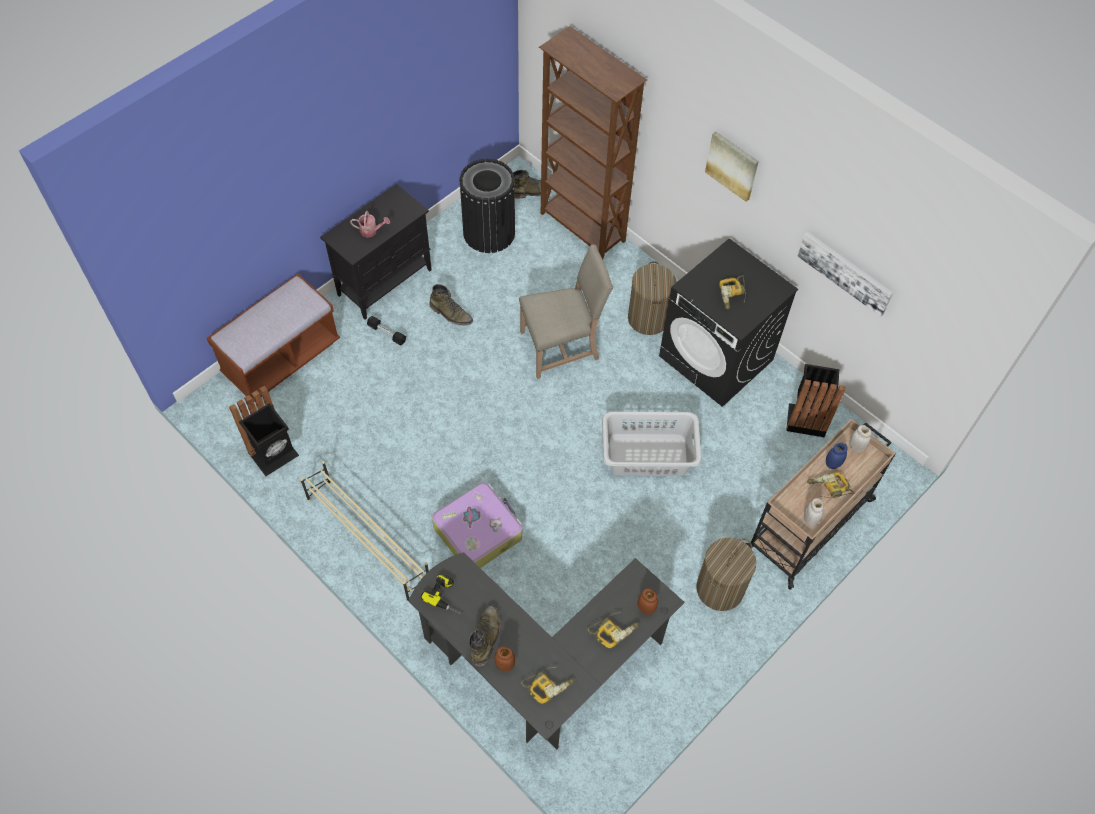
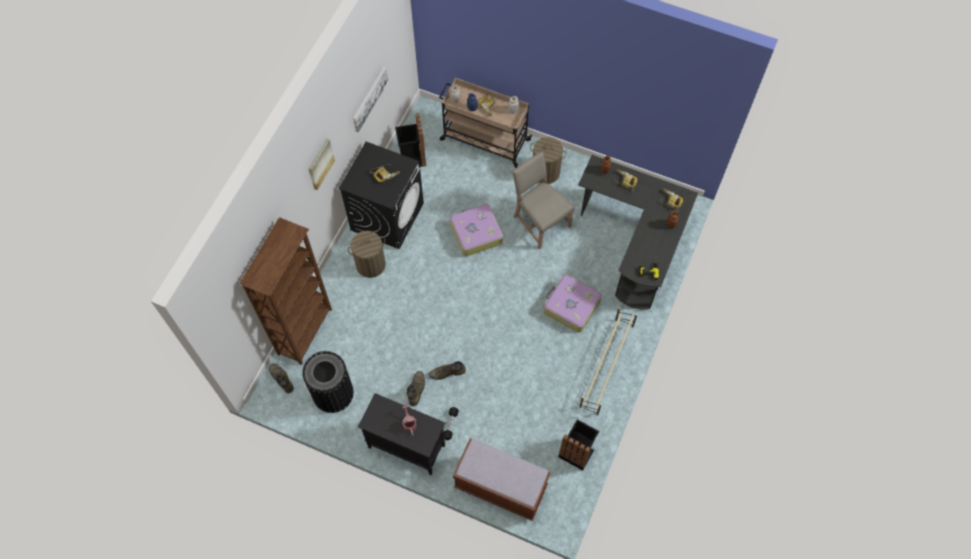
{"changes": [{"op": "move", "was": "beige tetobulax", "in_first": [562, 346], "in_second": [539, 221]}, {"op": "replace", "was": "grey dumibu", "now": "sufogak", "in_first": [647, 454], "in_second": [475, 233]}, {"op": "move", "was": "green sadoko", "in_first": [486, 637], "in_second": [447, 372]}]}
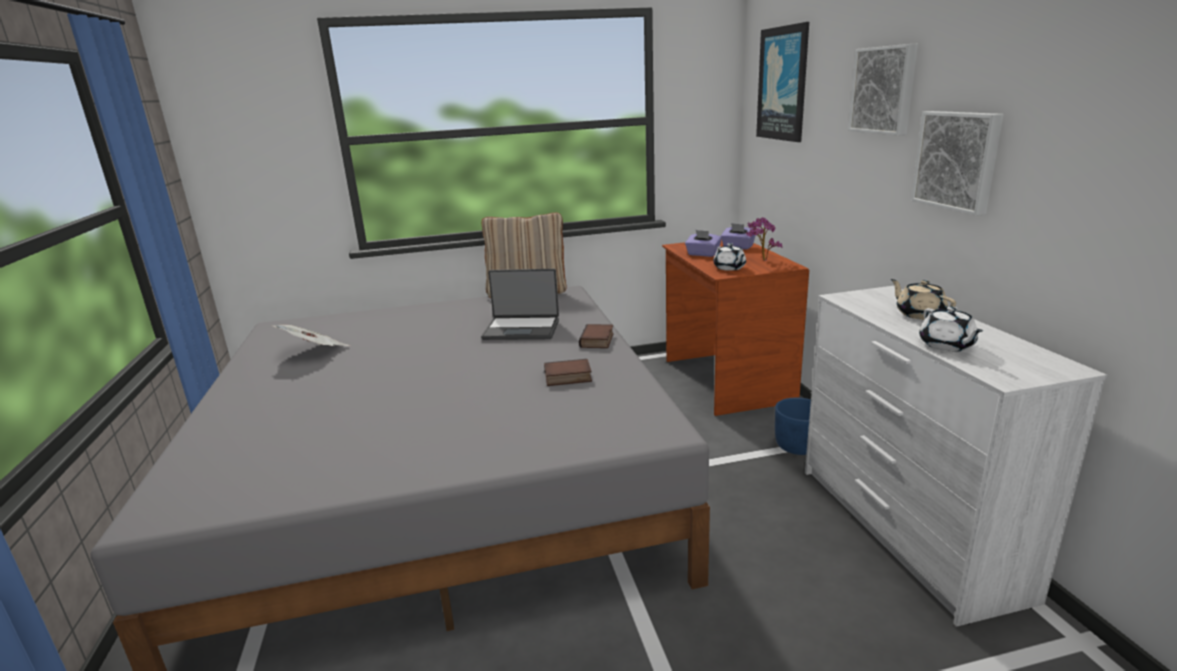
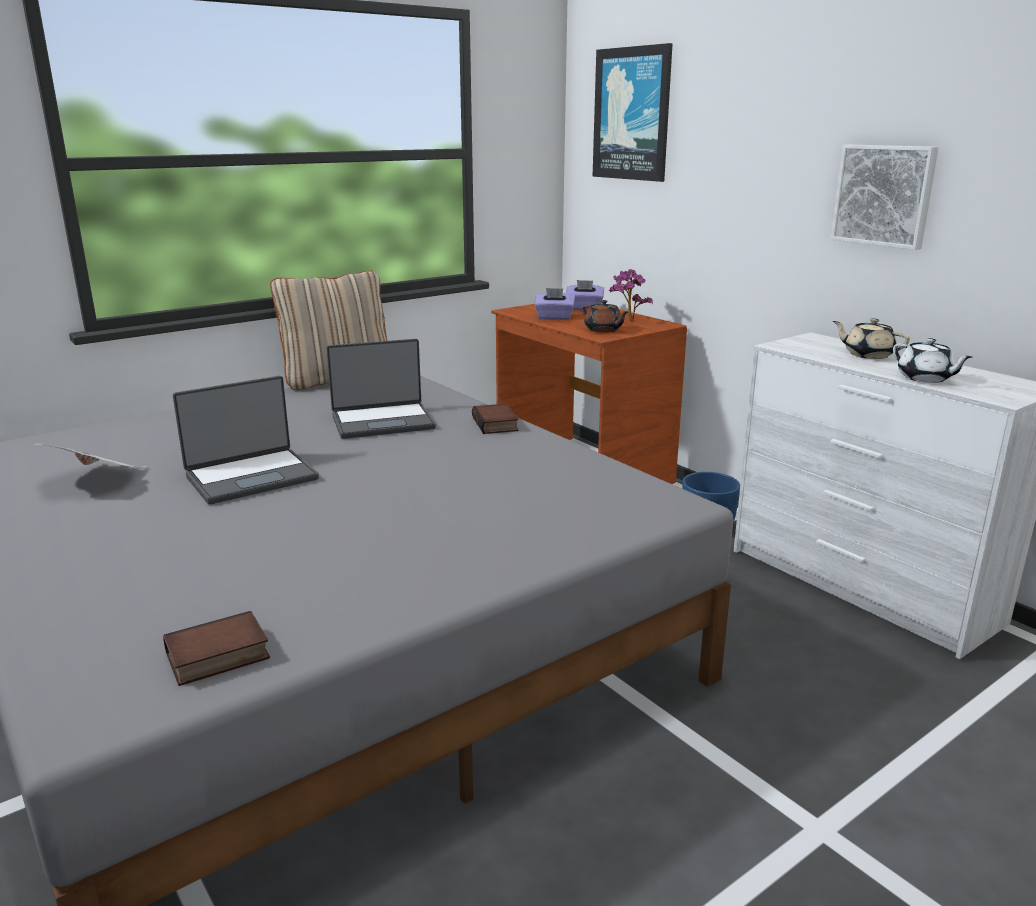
{"changes": [{"op": "delete", "was": "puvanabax", "in_first": [884, 90]}, {"op": "recolor", "was": "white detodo", "now": "brown detodo", "in_first": [729, 268], "in_second": [603, 330]}, {"op": "move", "was": "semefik", "in_first": [567, 377], "in_second": [217, 658]}, {"op": "insert", "now": "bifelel", "in_second": [251, 477]}]}
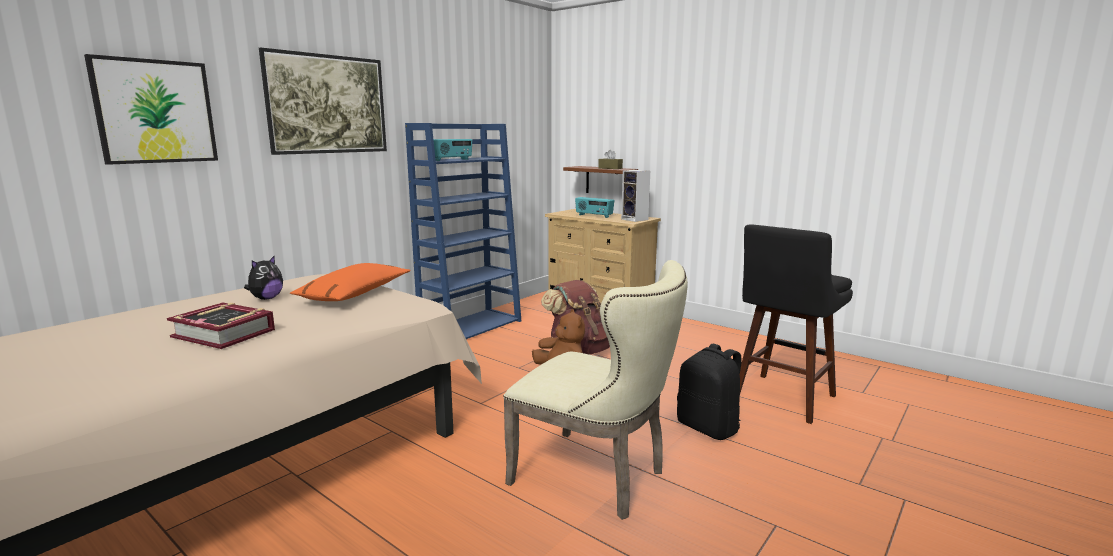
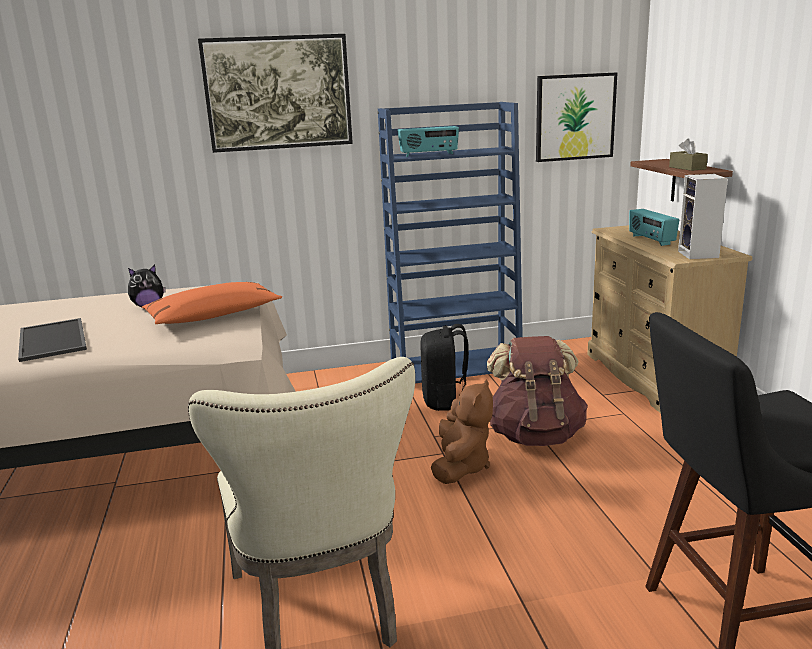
{"changes": [{"op": "move", "was": "puvanabax", "in_first": [155, 111], "in_second": [575, 117]}, {"op": "replace", "was": "semefik", "now": "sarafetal", "in_first": [224, 333], "in_second": [54, 340]}, {"op": "move", "was": "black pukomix", "in_first": [709, 428], "in_second": [445, 401]}]}
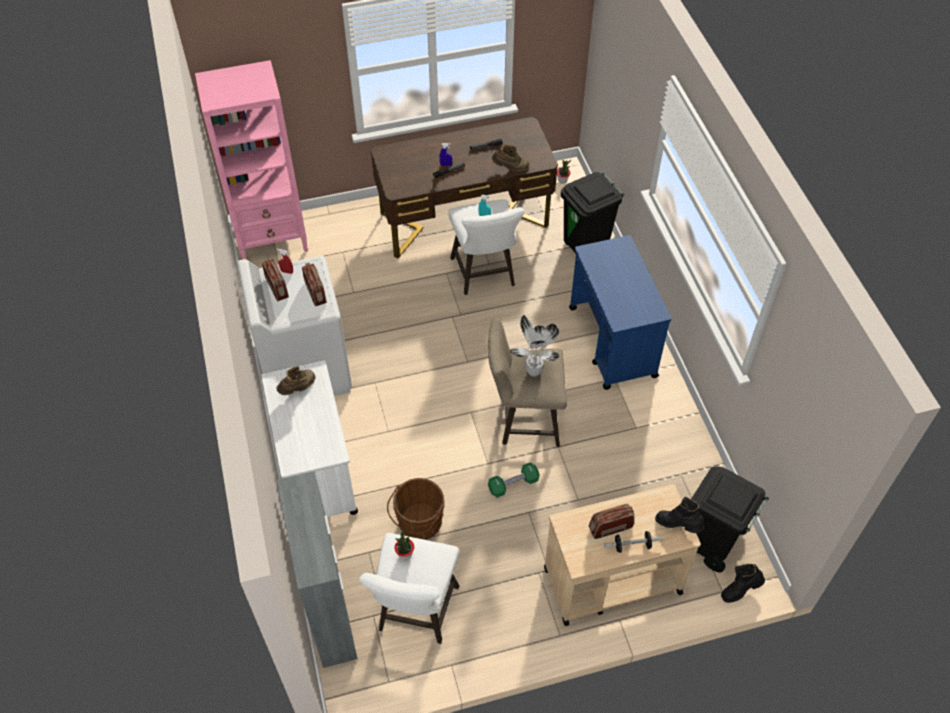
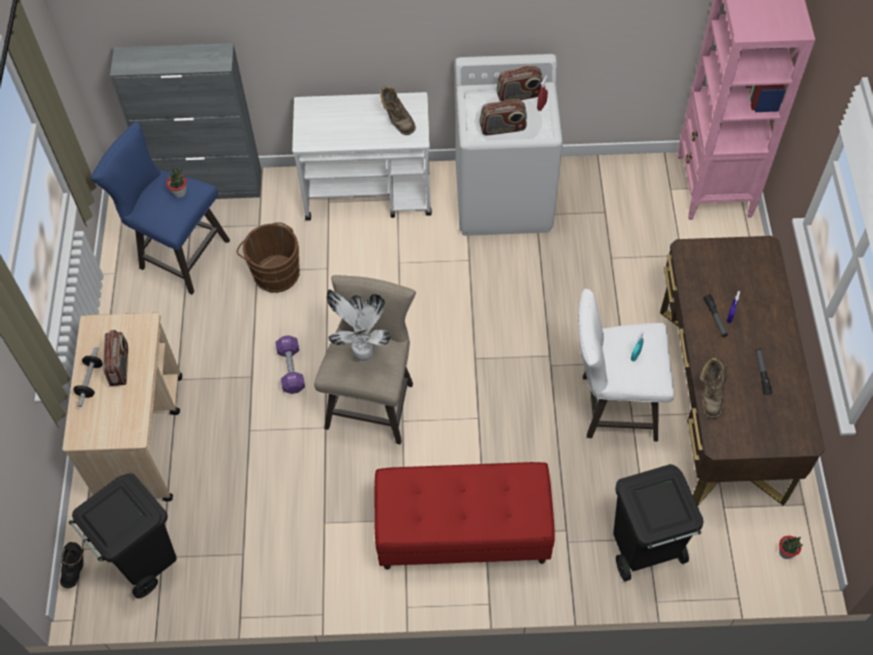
{"changes": [{"op": "replace", "was": "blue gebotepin", "now": "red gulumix", "in_first": [612, 342], "in_second": [462, 534]}, {"op": "recolor", "was": "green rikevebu", "now": "purple rikevebu", "in_first": [513, 484], "in_second": [291, 369]}, {"op": "delete", "was": "black sadoko", "in_first": [678, 525]}, {"op": "recolor", "was": "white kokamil", "now": "blue kokamil", "in_first": [416, 614], "in_second": [178, 253]}]}
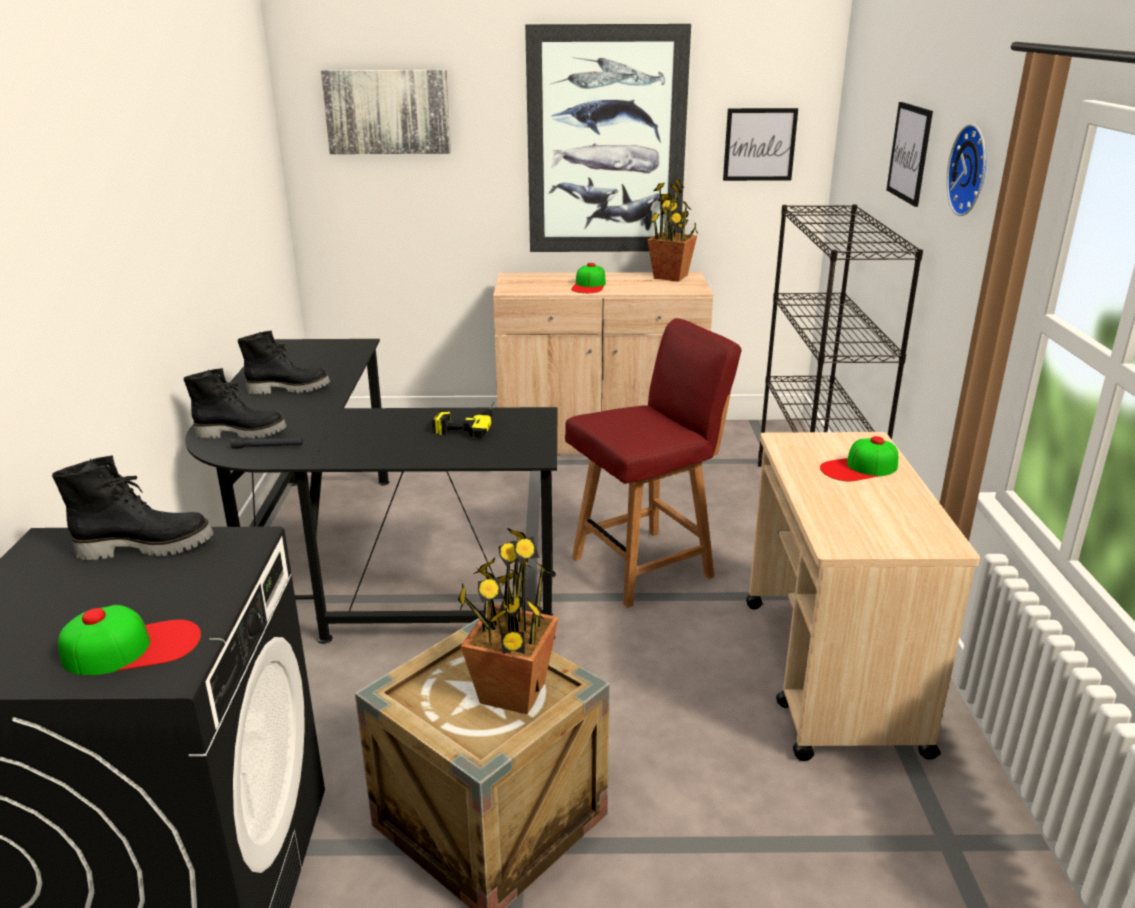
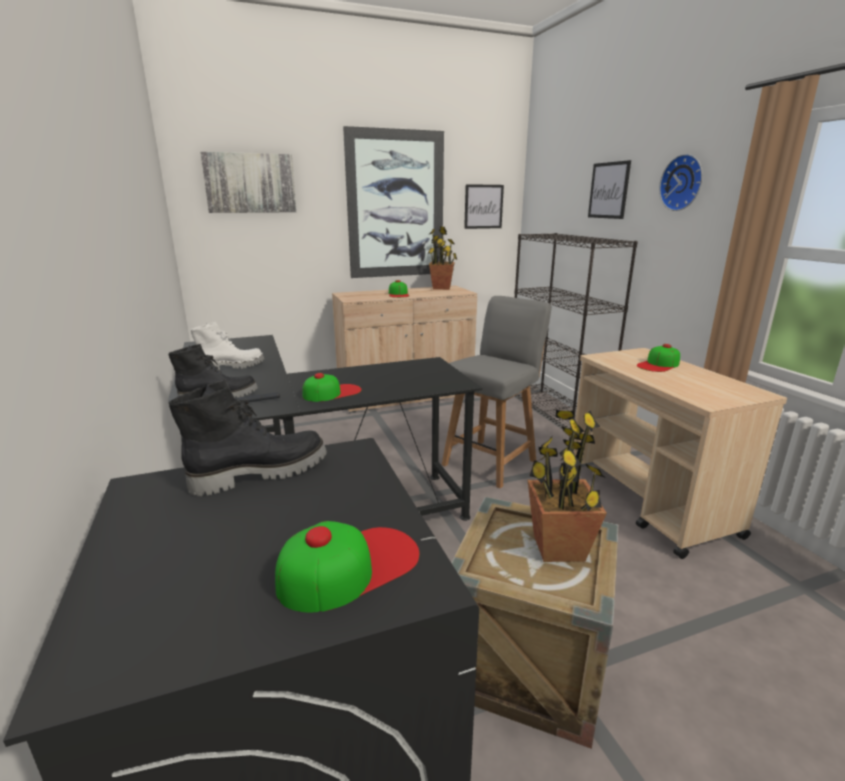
{"changes": [{"op": "recolor", "was": "red tetobulax", "now": "grey tetobulax", "in_first": [645, 566], "in_second": [491, 462]}, {"op": "recolor", "was": "black sadoko", "now": "white sadoko", "in_first": [289, 389], "in_second": [232, 367]}, {"op": "delete", "was": "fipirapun", "in_first": [466, 423]}, {"op": "insert", "now": "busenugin", "in_second": [332, 392]}]}
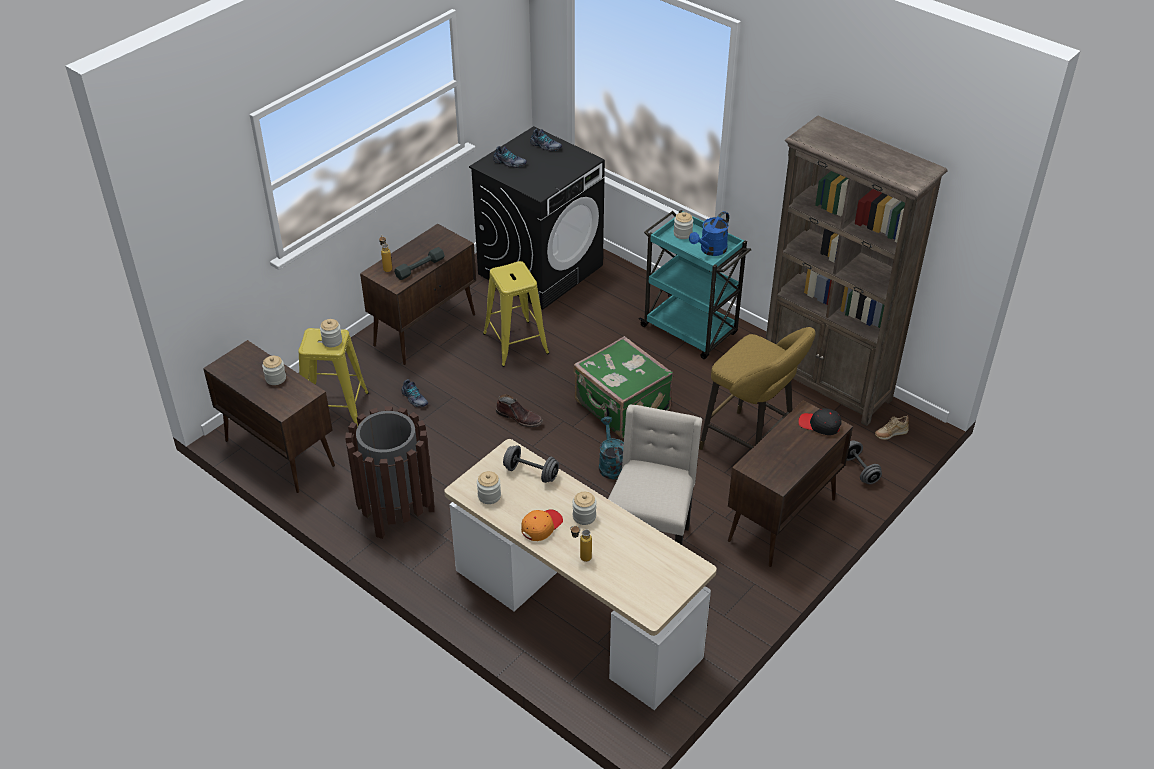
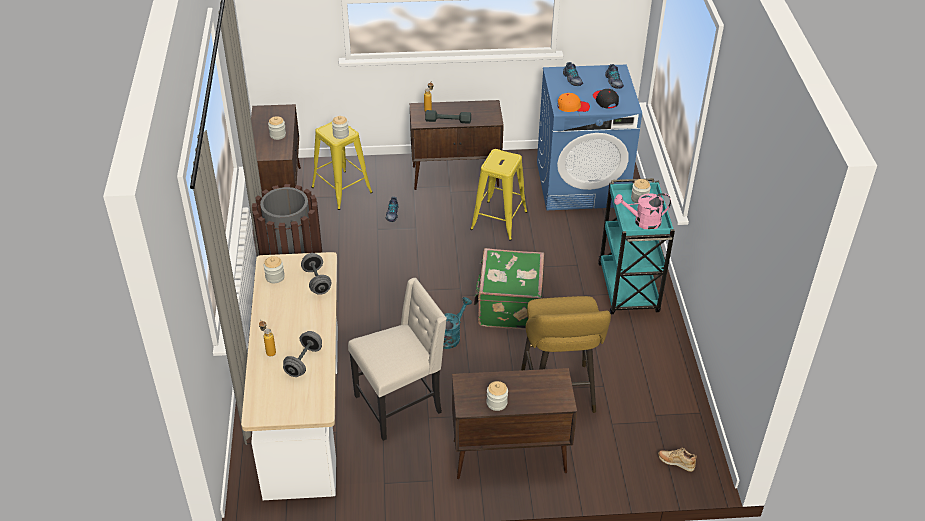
{"changes": [{"op": "delete", "was": "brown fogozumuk", "in_first": [826, 385]}, {"op": "recolor", "was": "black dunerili", "now": "blue dunerili", "in_first": [541, 269], "in_second": [582, 184]}, {"op": "recolor", "was": "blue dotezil", "now": "pink dotezil", "in_first": [710, 250], "in_second": [642, 222]}, {"op": "delete", "was": "brown sadoko", "in_first": [519, 417]}, {"op": "move", "was": "black busenugin", "in_first": [819, 425], "in_second": [605, 100]}, {"op": "move", "was": "grey rikevebu", "in_first": [859, 470], "in_second": [303, 361]}, {"op": "move", "was": "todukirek", "in_first": [584, 516], "in_second": [496, 403]}, {"op": "move", "was": "orange busenugin", "in_first": [541, 526], "in_second": [572, 106]}]}
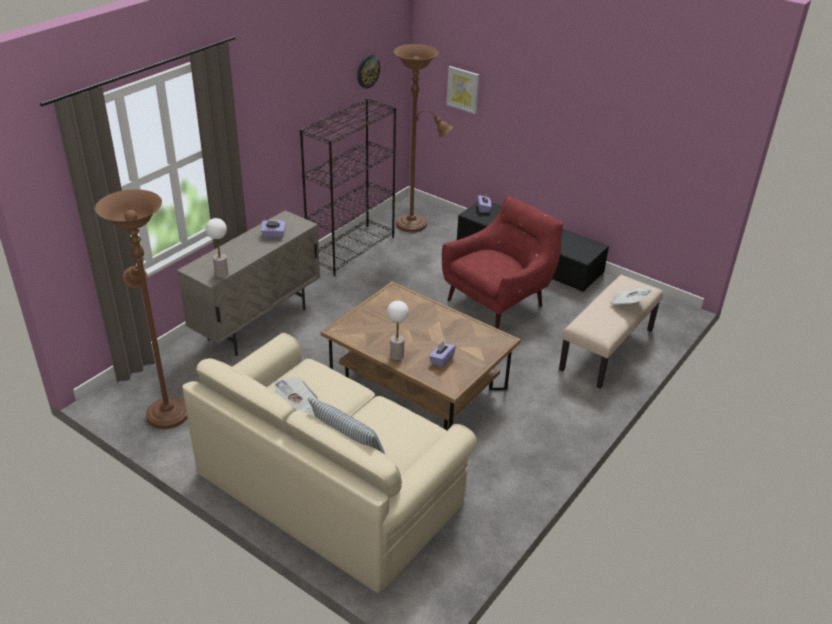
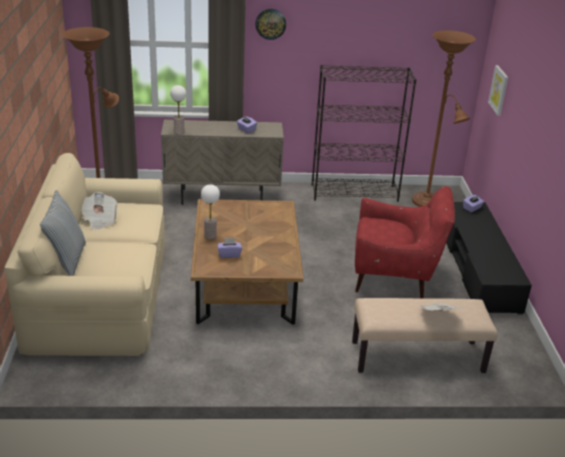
{"changes": [{"op": "move", "was": "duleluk", "in_first": [367, 71], "in_second": [270, 24]}]}
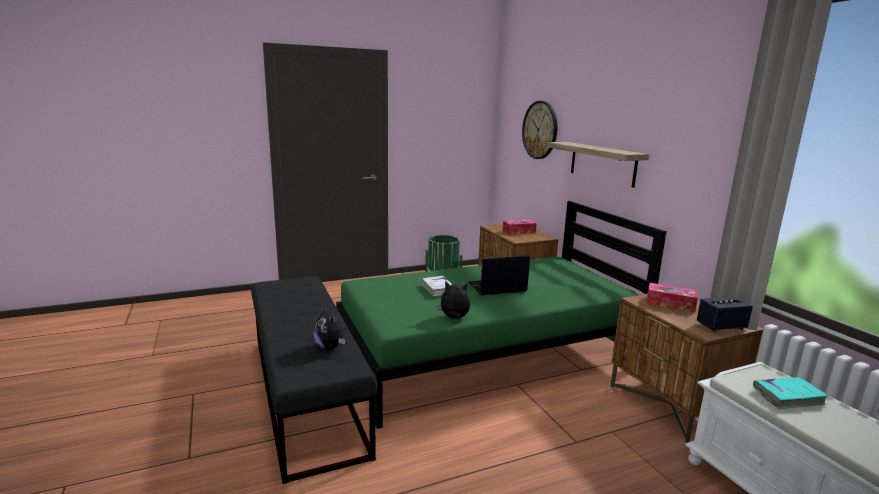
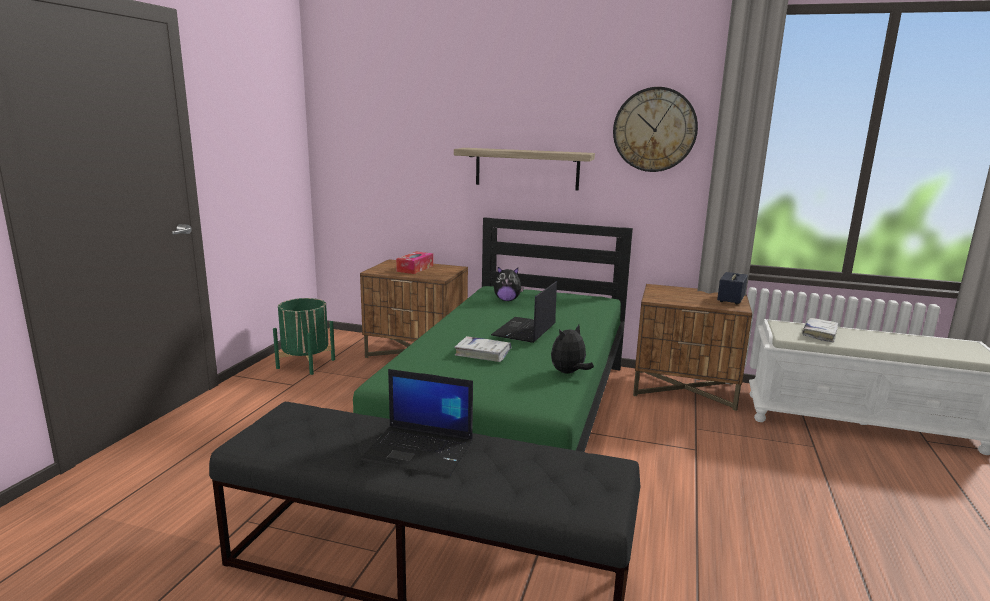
{"changes": [{"op": "move", "was": "duleluk", "in_first": [540, 130], "in_second": [654, 130]}, {"op": "delete", "was": "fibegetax", "in_first": [670, 304]}, {"op": "move", "was": "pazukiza", "in_first": [330, 347], "in_second": [507, 300]}, {"op": "recolor", "was": "turquoise semefik", "now": "white semefik", "in_first": [788, 397], "in_second": [819, 334]}, {"op": "insert", "now": "bifelel", "in_second": [420, 450]}]}
